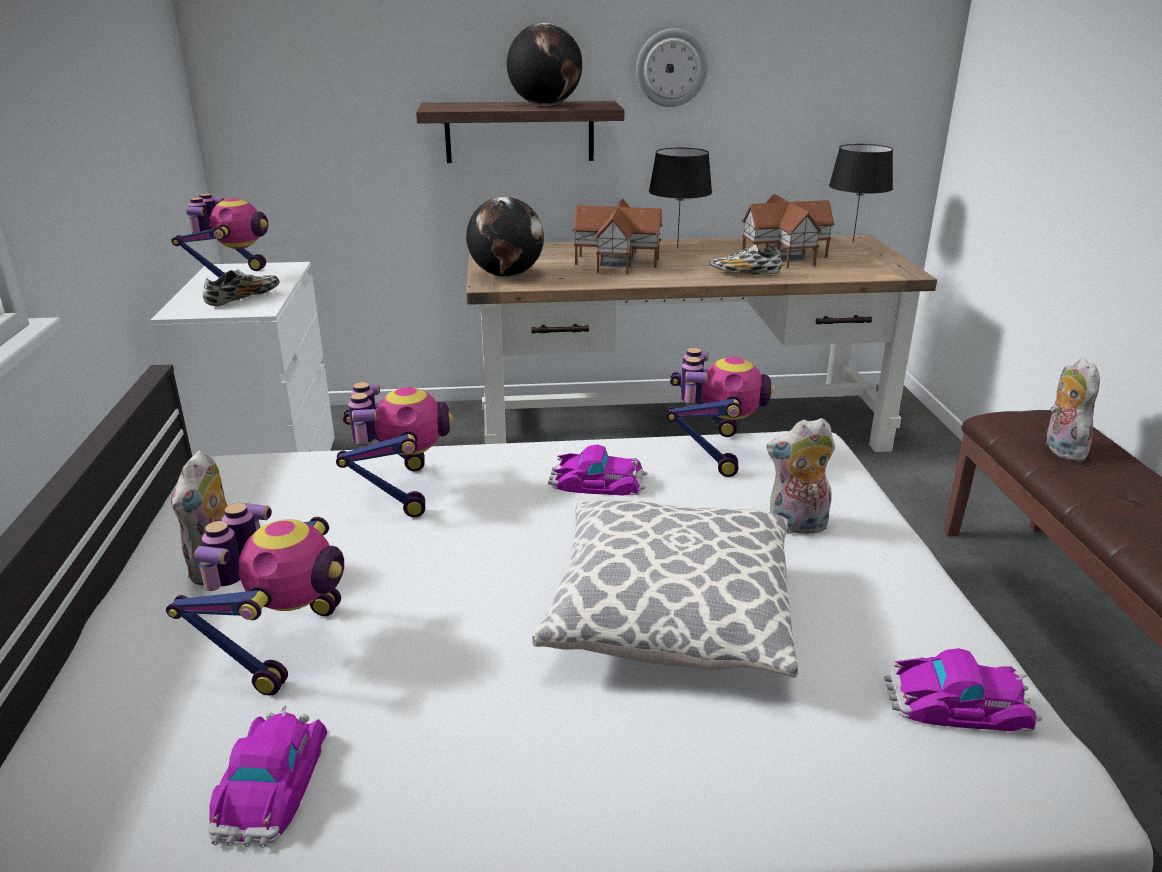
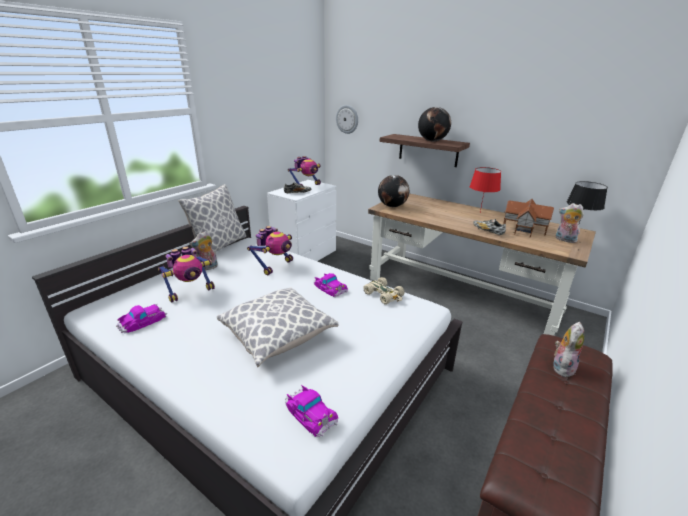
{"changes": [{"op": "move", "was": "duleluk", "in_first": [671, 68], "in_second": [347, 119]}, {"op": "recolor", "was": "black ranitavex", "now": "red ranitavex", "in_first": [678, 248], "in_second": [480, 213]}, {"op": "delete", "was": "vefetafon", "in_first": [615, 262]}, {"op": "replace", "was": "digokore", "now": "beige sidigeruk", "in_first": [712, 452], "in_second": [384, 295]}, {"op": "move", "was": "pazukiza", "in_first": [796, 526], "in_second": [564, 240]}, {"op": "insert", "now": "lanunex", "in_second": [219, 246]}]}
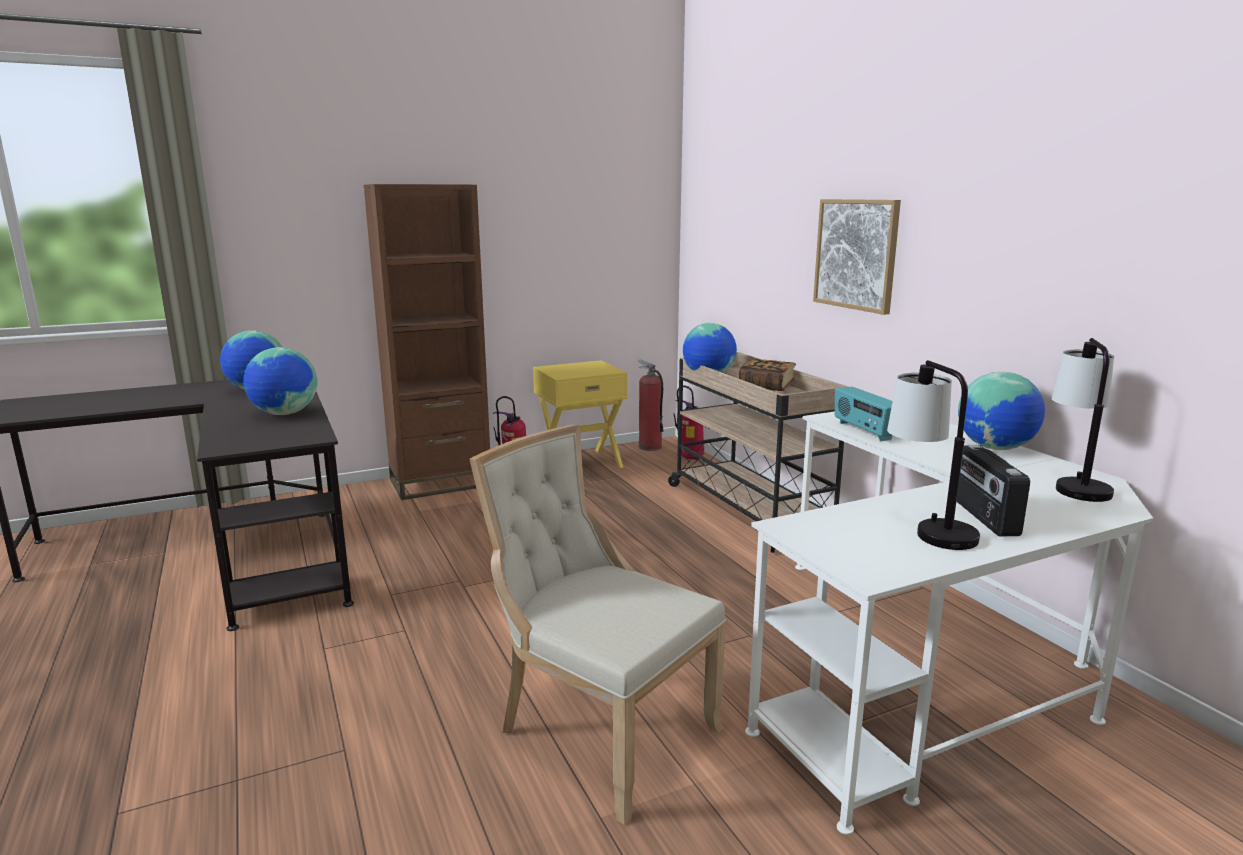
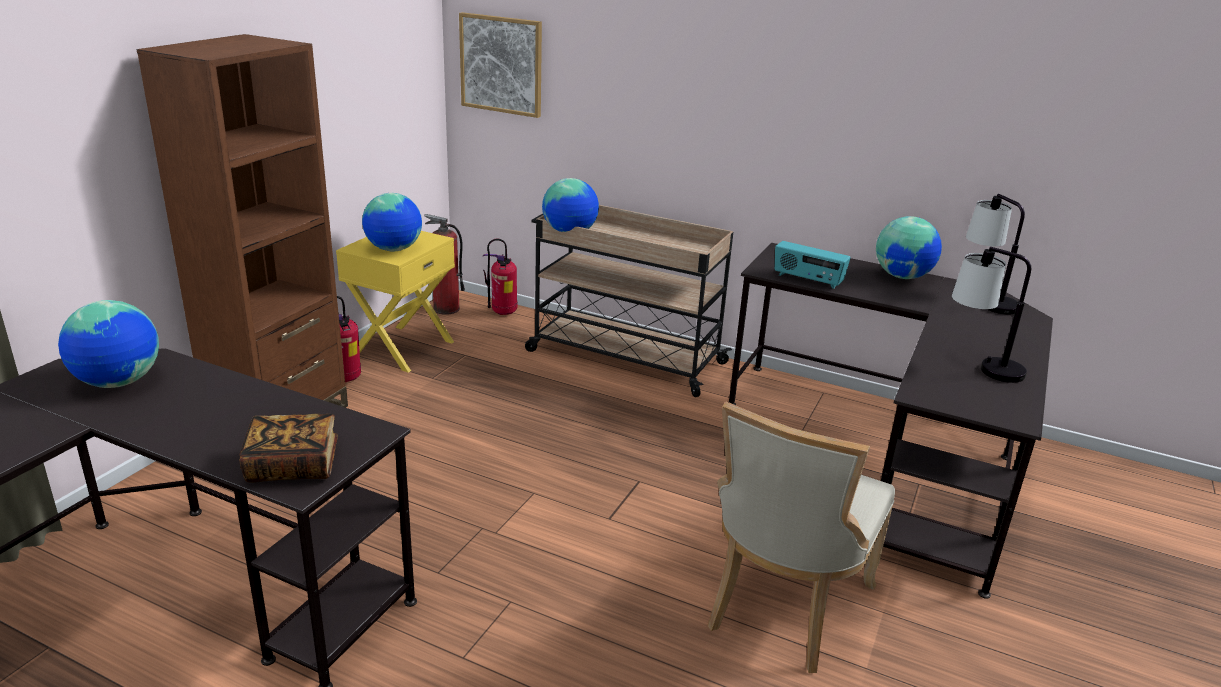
{"changes": [{"op": "move", "was": "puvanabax", "in_first": [856, 254], "in_second": [501, 64]}, {"op": "move", "was": "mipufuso", "in_first": [285, 414], "in_second": [394, 249]}, {"op": "move", "was": "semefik", "in_first": [766, 386], "in_second": [293, 465]}, {"op": "recolor", "was": "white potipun", "now": "black potipun", "in_first": [923, 661], "in_second": [889, 454]}, {"op": "rotate", "was": "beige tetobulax", "in_first": [599, 731], "in_second": [783, 608], "clockwise": -60}, {"op": "delete", "was": "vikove", "in_first": [983, 516]}]}
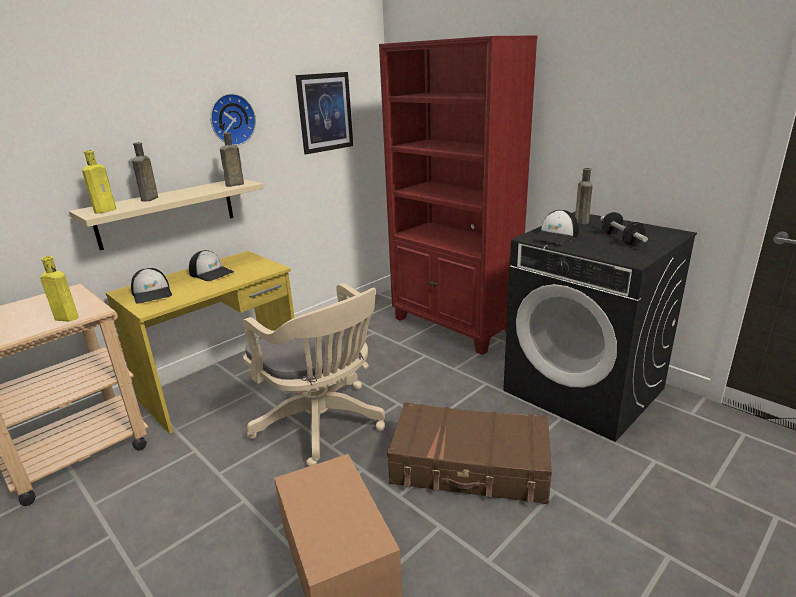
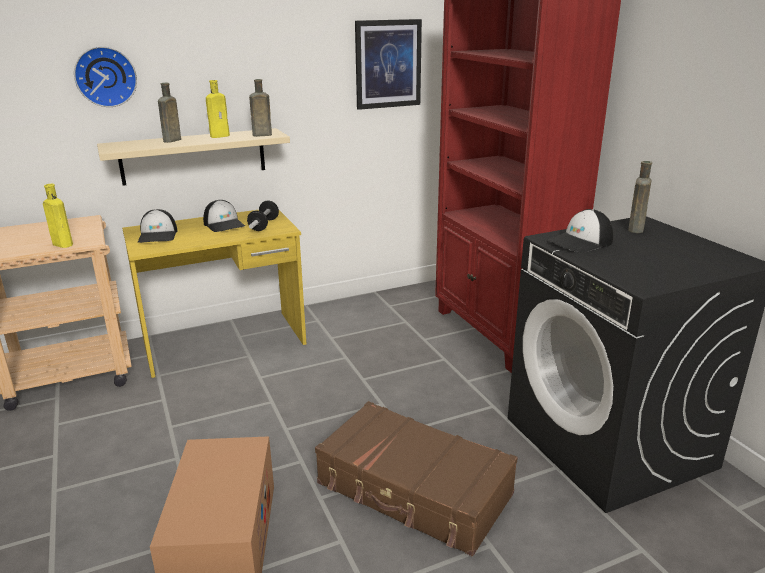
{"changes": [{"op": "move", "was": "duleluk", "in_first": [231, 119], "in_second": [105, 76]}, {"op": "move", "was": "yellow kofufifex", "in_first": [107, 210], "in_second": [221, 136]}, {"op": "move", "was": "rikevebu", "in_first": [621, 239], "in_second": [264, 225]}, {"op": "delete", "was": "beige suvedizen", "in_first": [323, 424]}]}
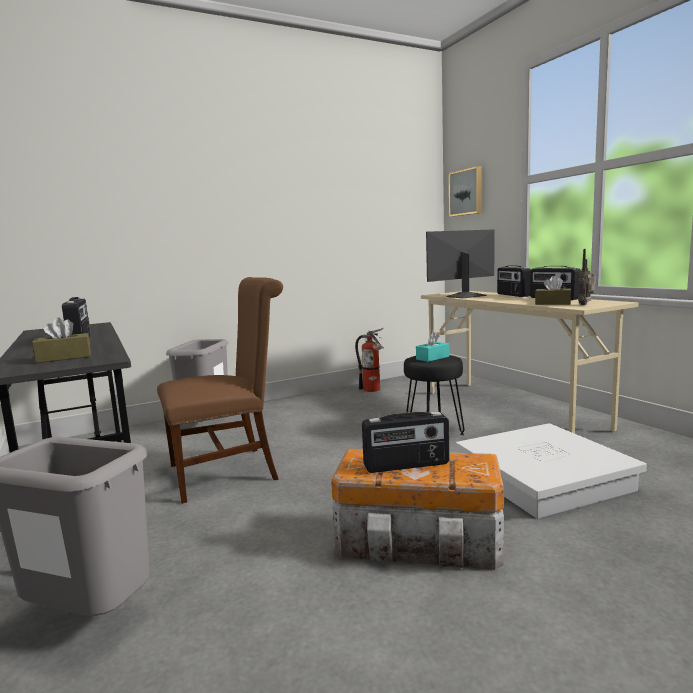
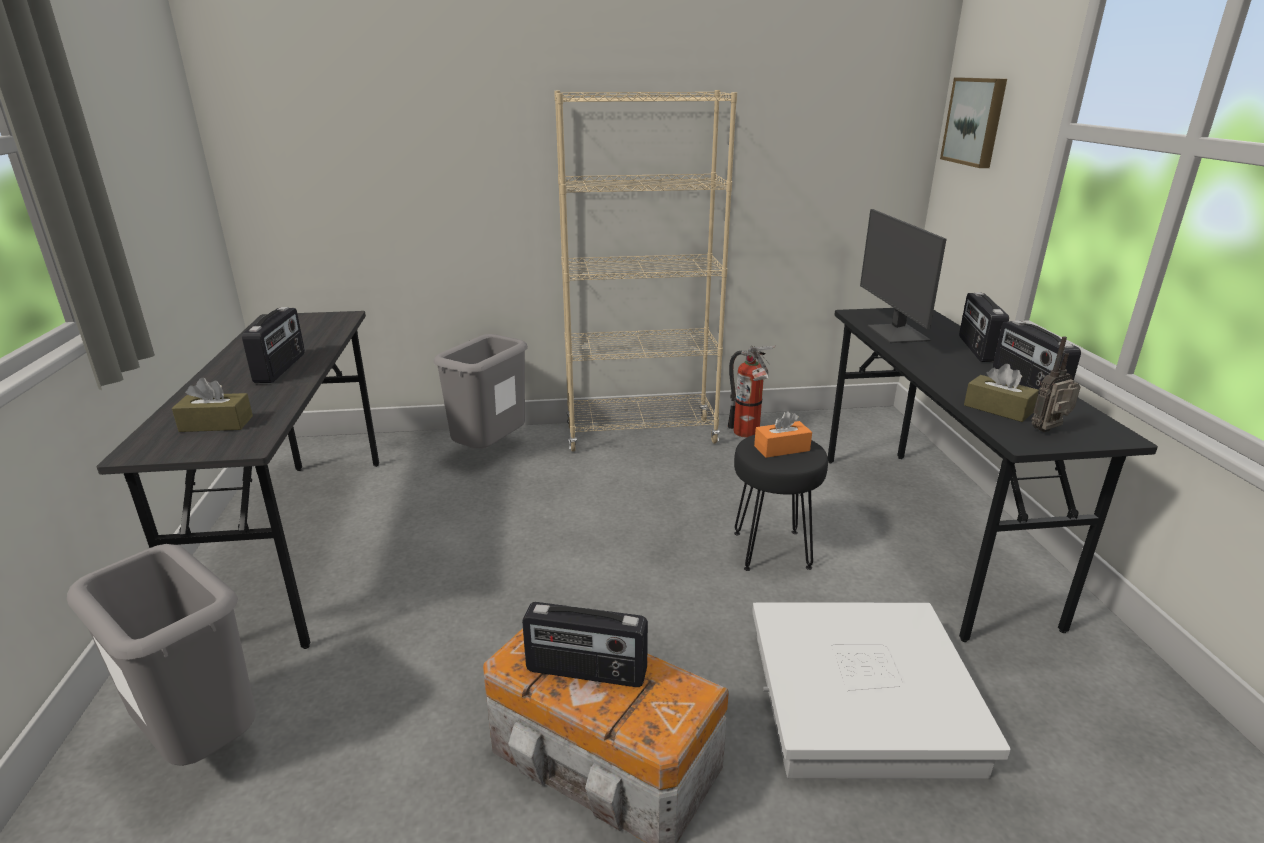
{"changes": [{"op": "rotate", "was": "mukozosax", "in_first": [465, 296], "in_second": [896, 333], "clockwise": -90}, {"op": "delete", "was": "brown tetobulax", "in_first": [231, 471]}, {"op": "recolor", "was": "beige potipun", "now": "black potipun", "in_first": [511, 409], "in_second": [927, 532]}, {"op": "recolor", "was": "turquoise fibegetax", "now": "orange fibegetax", "in_first": [432, 358], "in_second": [781, 448]}, {"op": "insert", "now": "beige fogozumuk", "in_second": [641, 435]}]}
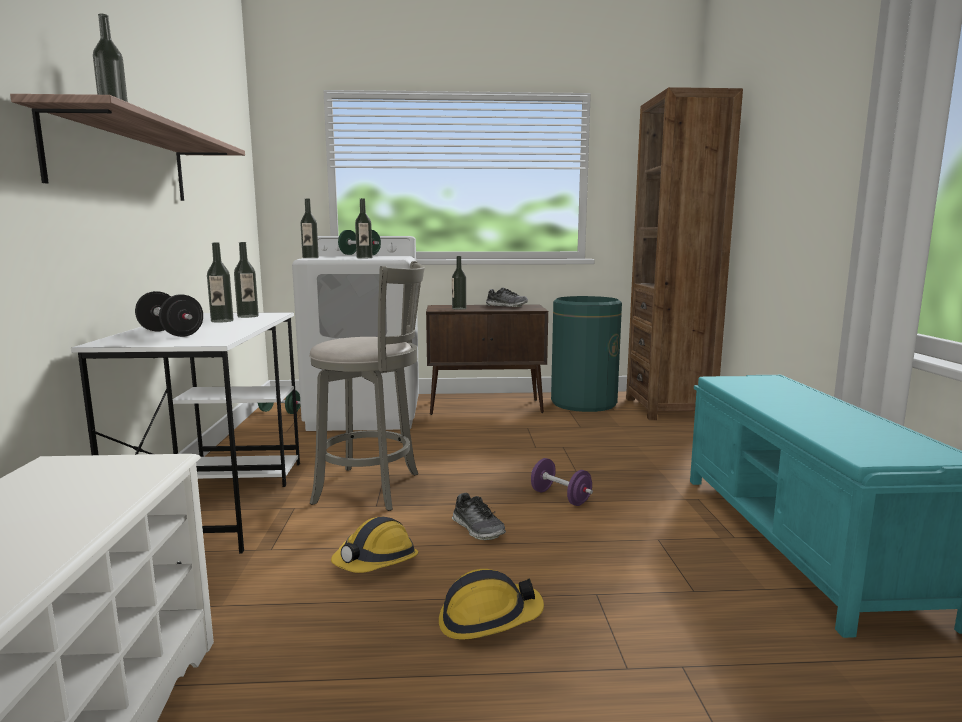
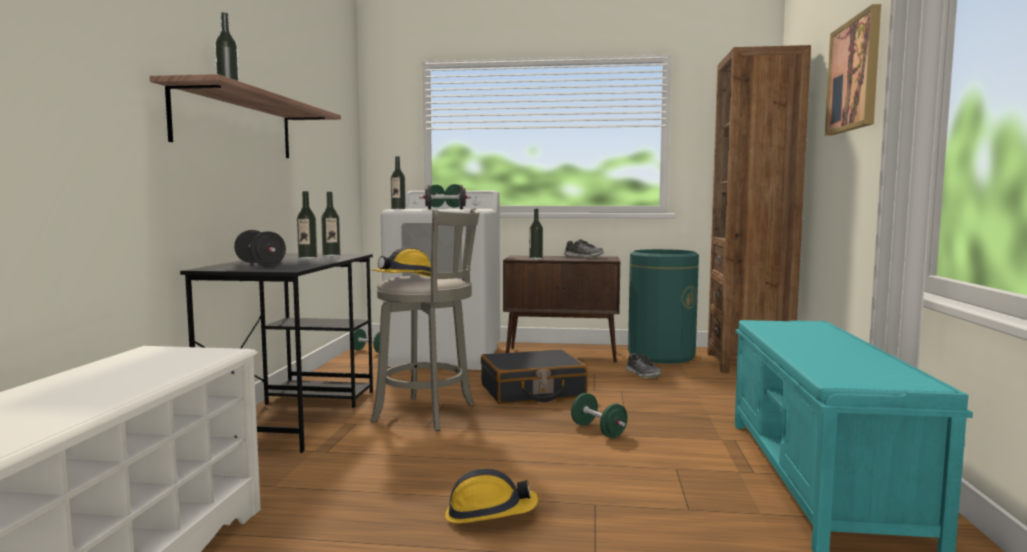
{"changes": [{"op": "replace", "was": "kofufifex", "now": "black rikevebu", "in_first": [364, 258], "in_second": [445, 209]}, {"op": "recolor", "was": "white potipun", "now": "black potipun", "in_first": [219, 501], "in_second": [296, 415]}, {"op": "recolor", "was": "purple rikevebu", "now": "green rikevebu", "in_first": [560, 497], "in_second": [598, 430]}, {"op": "move", "was": "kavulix", "in_first": [478, 529], "in_second": [643, 374]}, {"op": "move", "was": "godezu", "in_first": [376, 562], "in_second": [405, 279]}, {"op": "insert", "now": "puvanabax", "in_second": [854, 75]}, {"op": "insert", "now": "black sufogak", "in_second": [532, 392]}]}
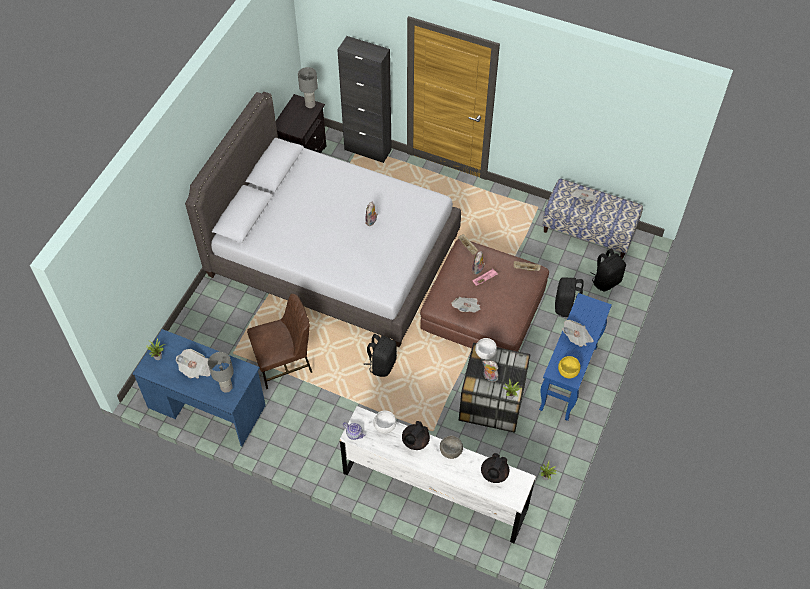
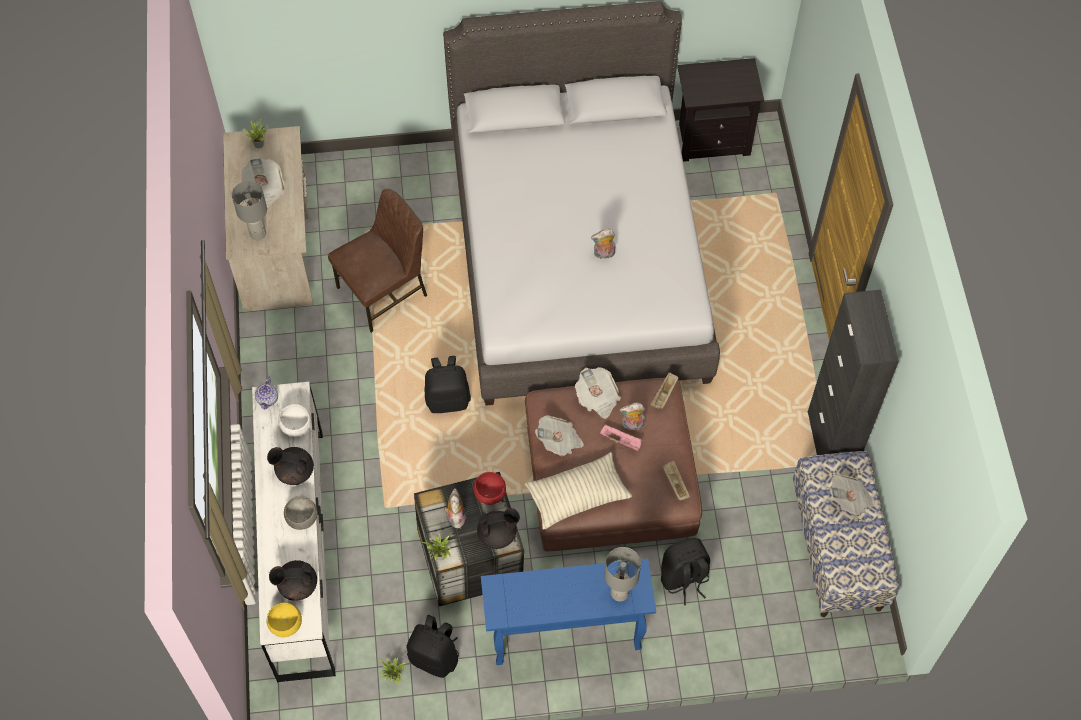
{"changes": [{"op": "move", "was": "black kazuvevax", "in_first": [367, 150], "in_second": [830, 442]}, {"op": "move", "was": "grey ranitavex", "in_first": [310, 104], "in_second": [620, 592]}, {"op": "move", "was": "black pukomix", "in_first": [606, 281], "in_second": [435, 657]}, {"op": "rotate", "was": "brown tetobulax", "in_first": [284, 363], "in_second": [384, 292], "clockwise": -75}, {"op": "move", "was": "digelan", "in_first": [576, 338], "in_second": [597, 398]}, {"op": "recolor", "was": "blue potipun", "now": "beige potipun", "in_first": [206, 406], "in_second": [276, 246]}, {"op": "recolor", "was": "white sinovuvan", "now": "red sinovuvan", "in_first": [485, 354], "in_second": [489, 494]}, {"op": "move", "was": "yellow sinovuvan", "in_first": [567, 372], "in_second": [286, 624]}, {"op": "insert", "now": "lanunex", "in_second": [577, 496]}, {"op": "insert", "now": "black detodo", "in_second": [498, 534]}]}
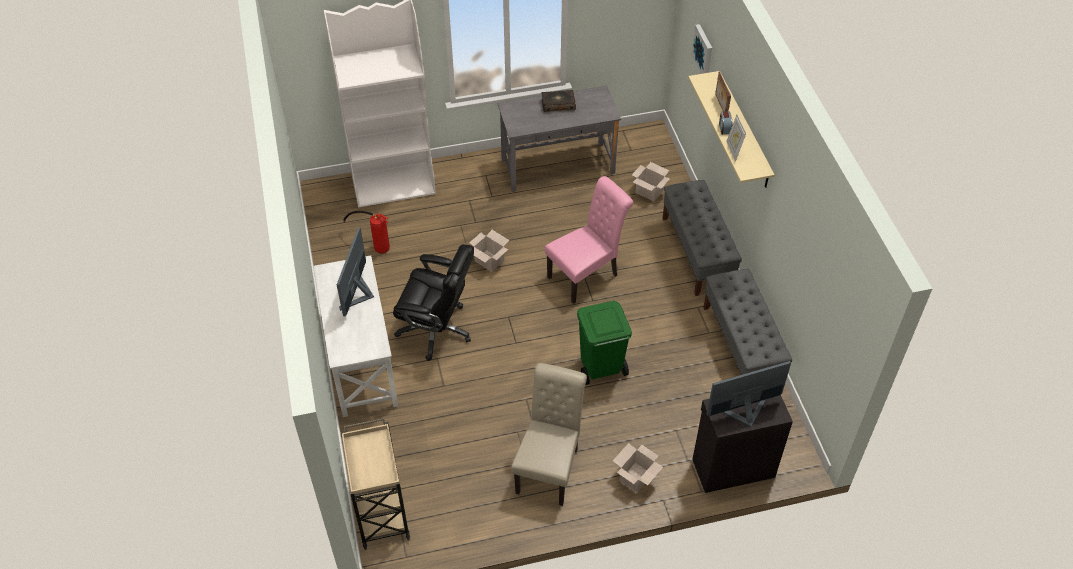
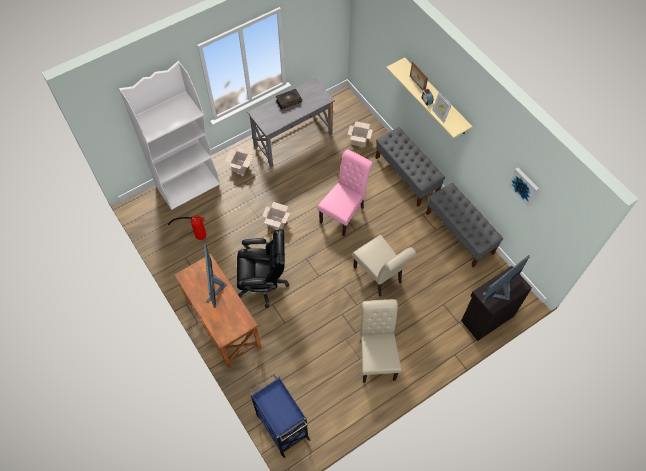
{"changes": [{"op": "move", "was": "puvanabax", "in_first": [703, 51], "in_second": [524, 186]}, {"op": "recolor", "was": "white potipun", "now": "brown potipun", "in_first": [361, 362], "in_second": [223, 324]}, {"op": "replace", "was": "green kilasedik", "now": "beige tetobulax", "in_first": [600, 368], "in_second": [380, 276]}, {"op": "recolor", "was": "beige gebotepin", "now": "blue gebotepin", "in_first": [381, 510], "in_second": [282, 425]}, {"op": "move", "was": "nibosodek", "in_first": [636, 478], "in_second": [240, 167]}]}
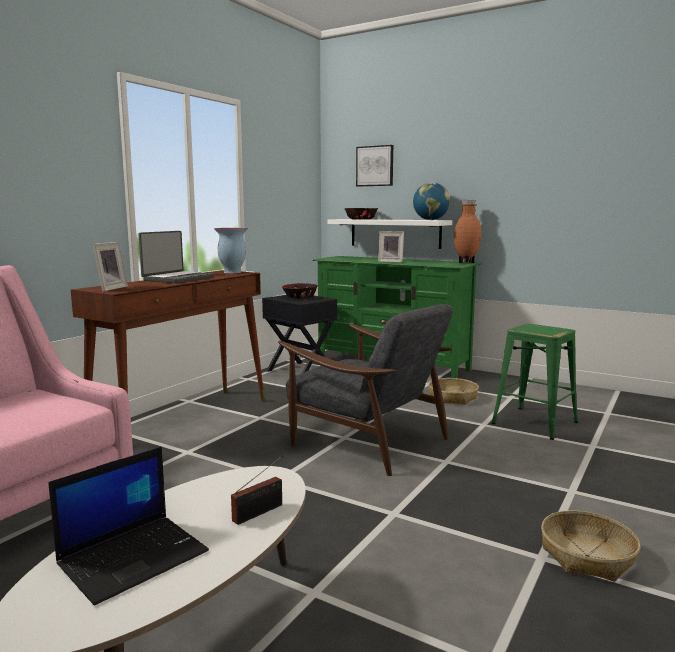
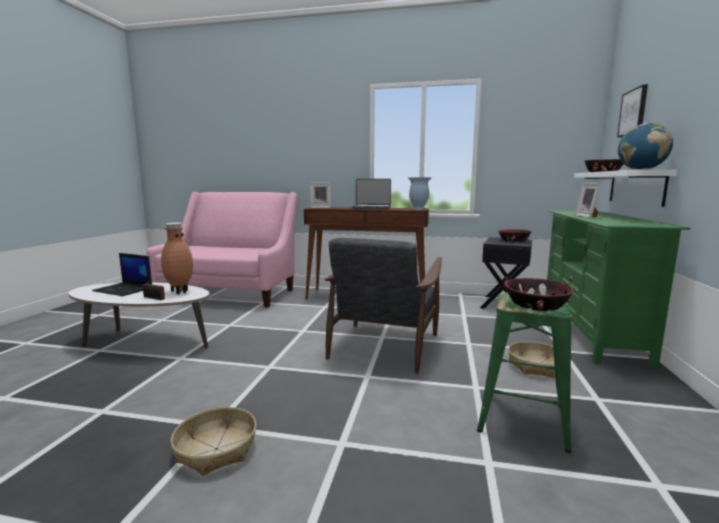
{"changes": [{"op": "move", "was": "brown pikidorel", "in_first": [466, 262], "in_second": [179, 292]}, {"op": "insert", "now": "sinovuvan", "in_second": [536, 305]}]}
